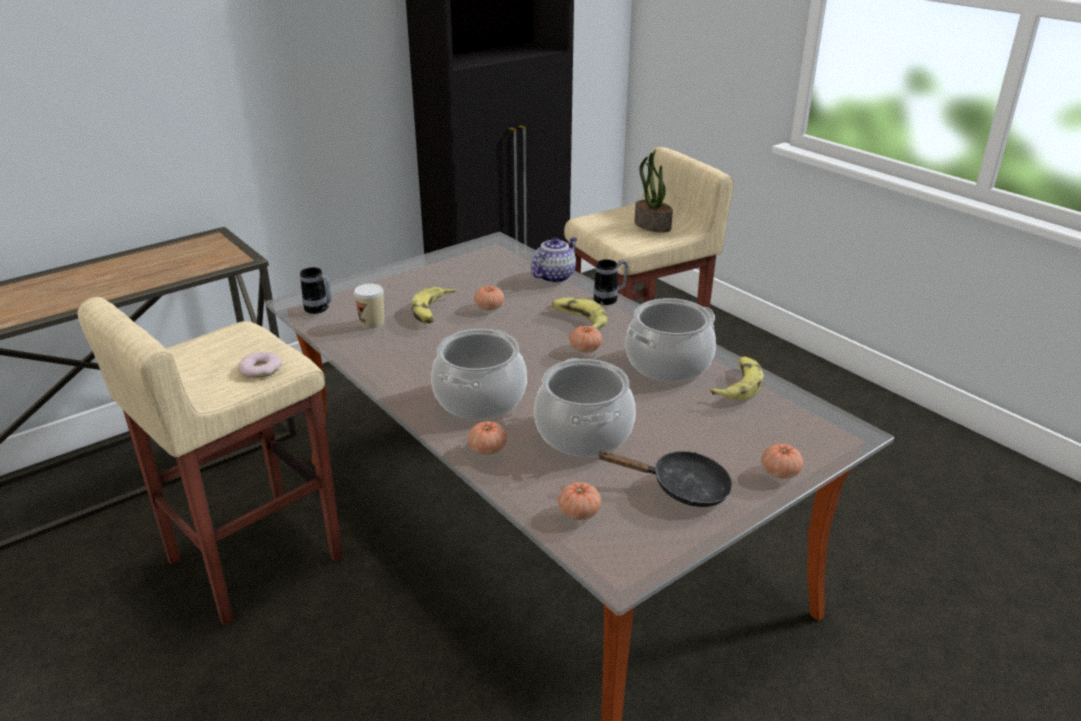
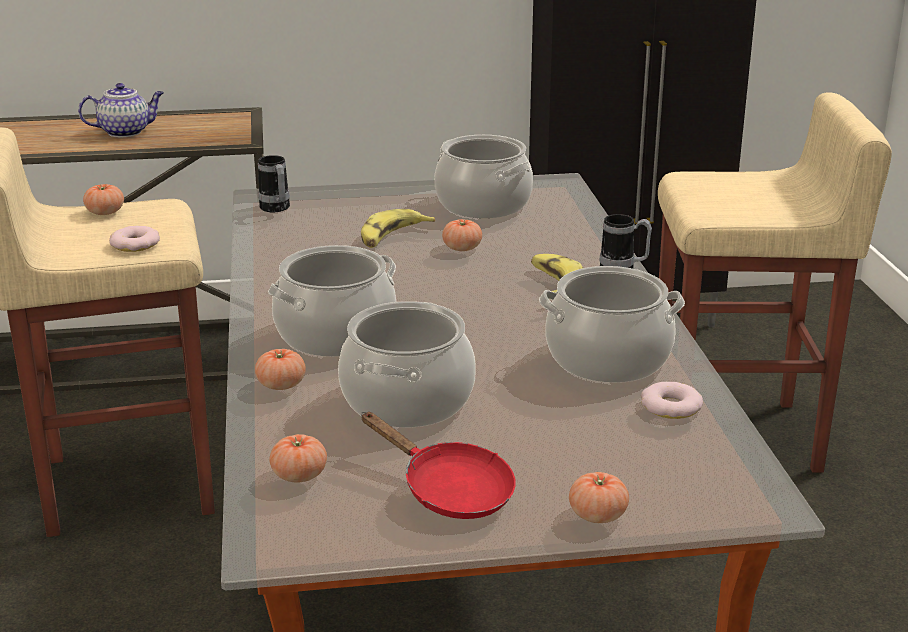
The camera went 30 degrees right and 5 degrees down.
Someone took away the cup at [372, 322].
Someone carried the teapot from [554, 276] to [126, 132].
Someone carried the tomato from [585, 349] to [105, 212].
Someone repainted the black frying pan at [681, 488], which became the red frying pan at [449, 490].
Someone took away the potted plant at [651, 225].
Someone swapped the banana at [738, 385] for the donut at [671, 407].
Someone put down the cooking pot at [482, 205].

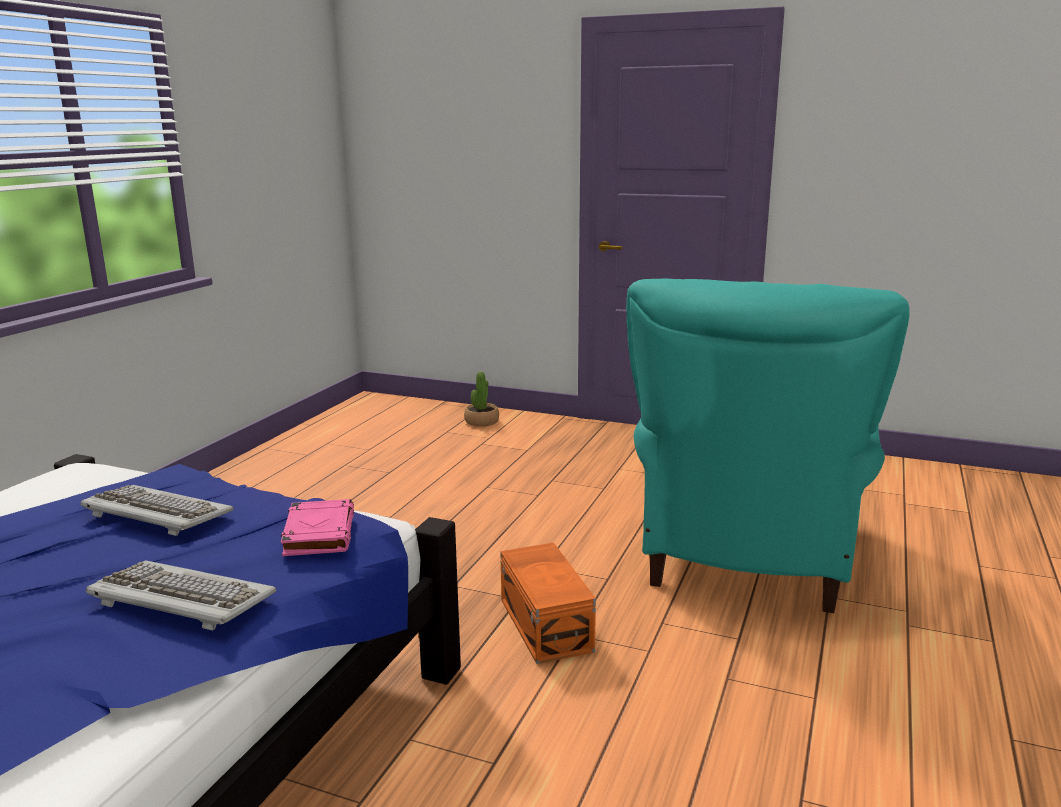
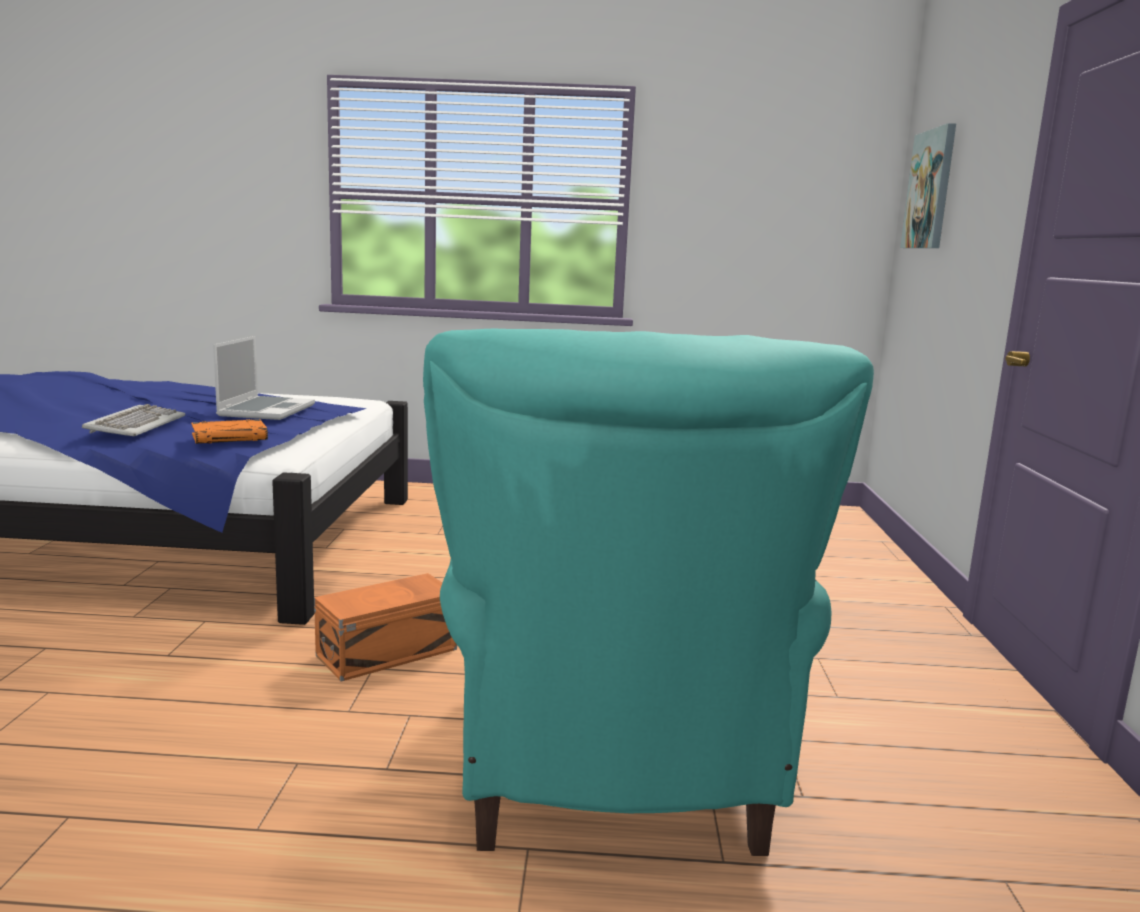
The camera went 70 degrees right and 5 degrees down.
Someone swapped the keyboard at [156, 513] for the laptop at [266, 410].
Someone repainted the pink book at [319, 533], which became the orange book at [230, 437].
Someone took away the potted plant at [481, 421].
Someone rotated the turquoise armchair at [746, 557] by 90 degrees counterclockwise.
Someone put up the picture at [930, 190].

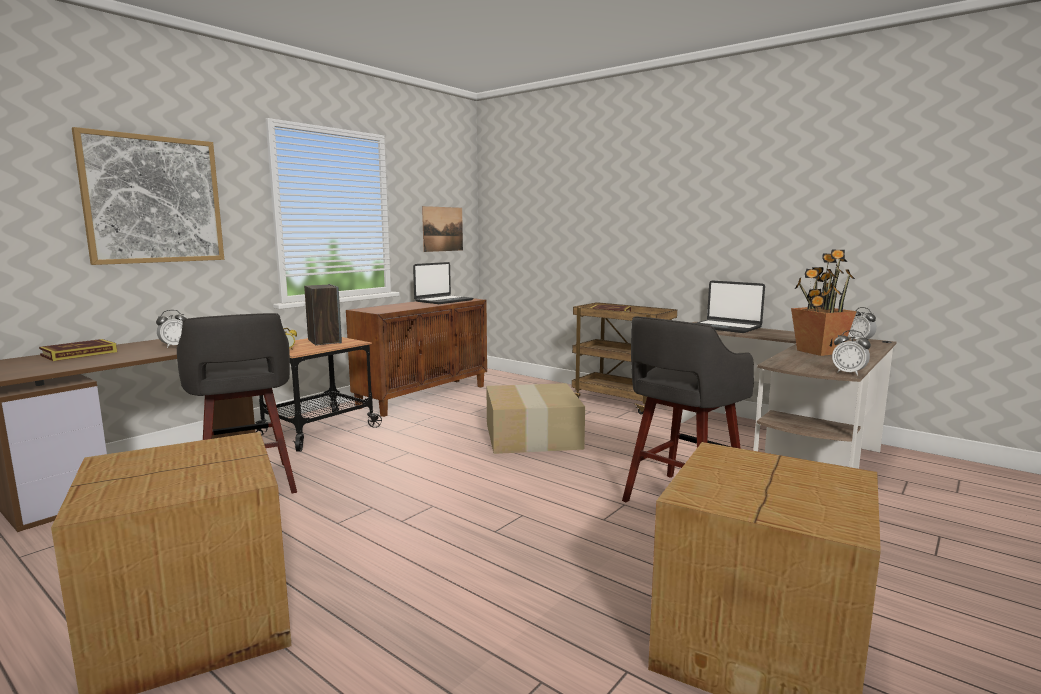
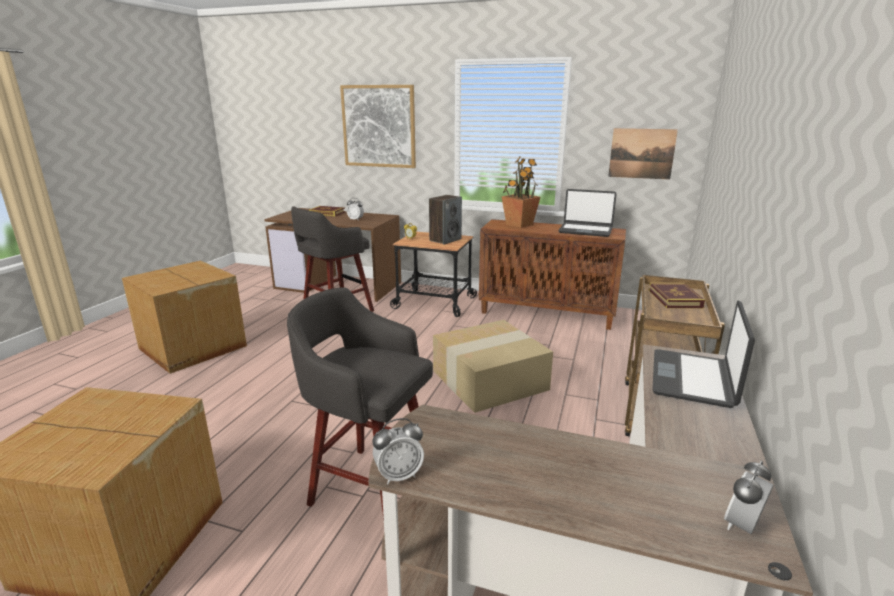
The camera went 70 degrees right and 10 degrees up.
Someone carried the potted plant from [818, 351] to [519, 224].
Someone rotated the alarm clock at [848, 373] by 135 degrees counterclockwise.

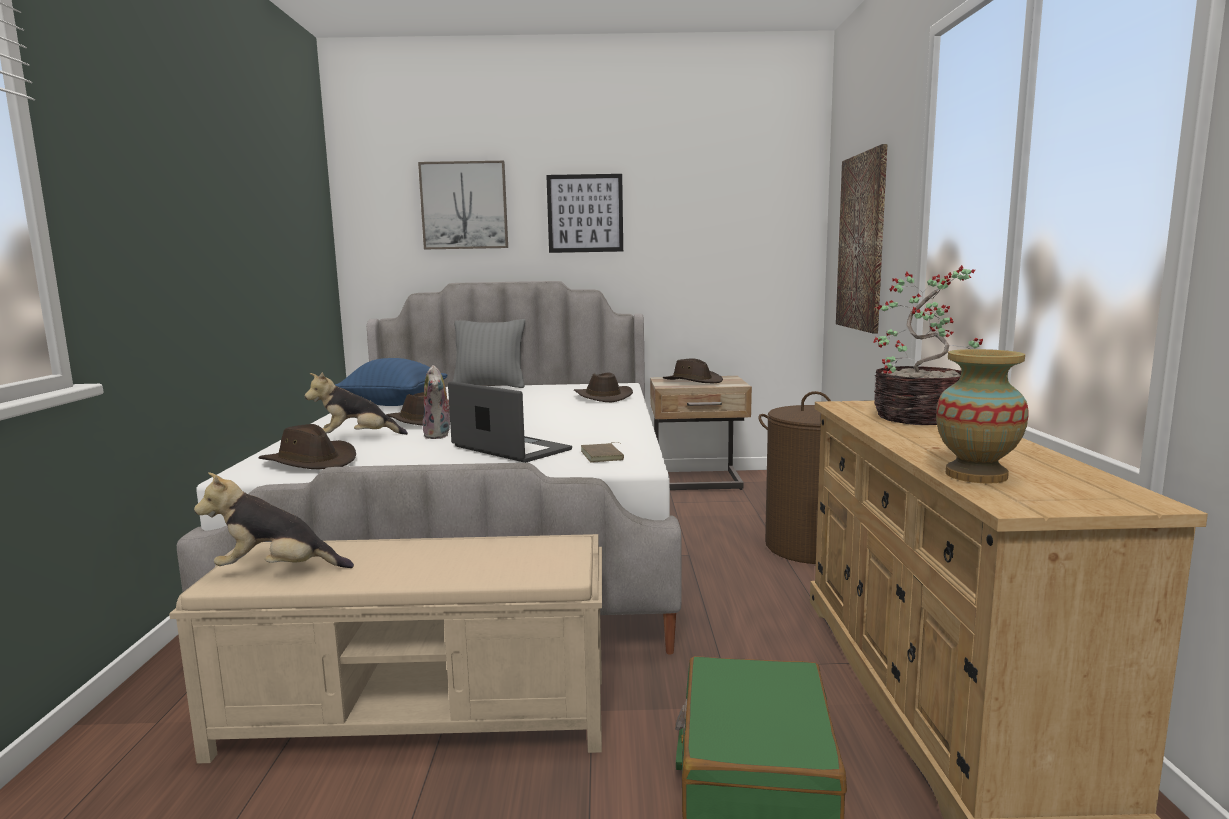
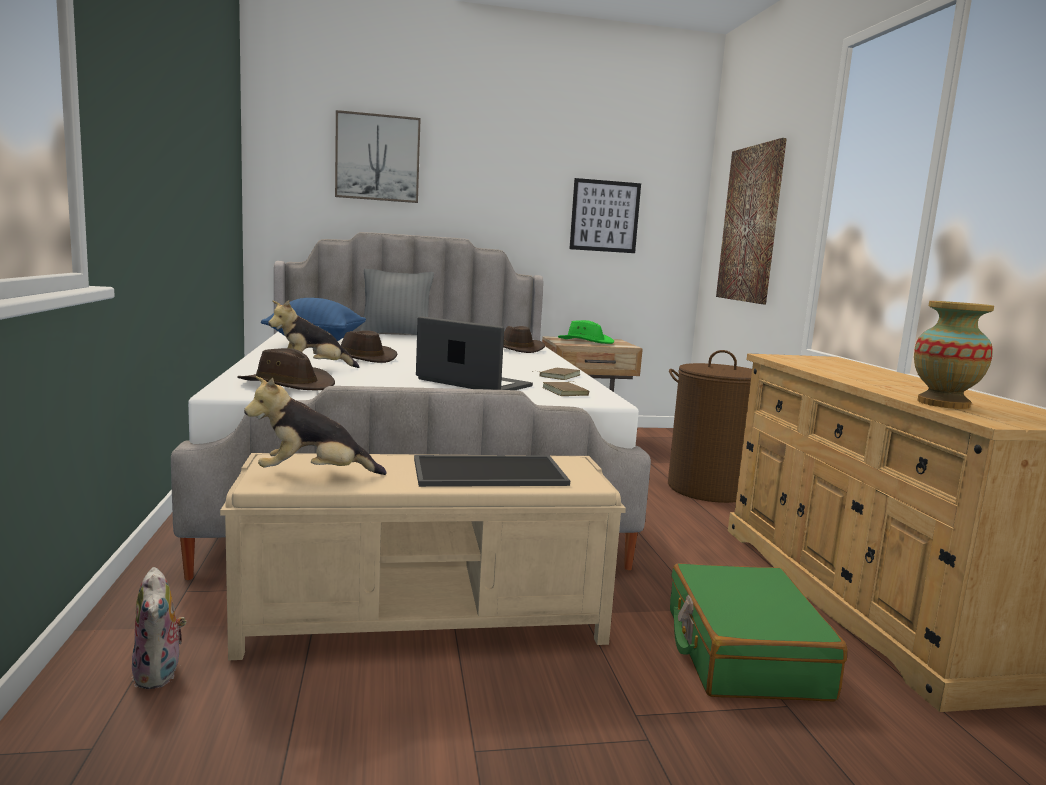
The camera went 10 degrees left and 0 degrees up.
Someone carried the plush toy from [439, 435] to [160, 674].
Someone carried the picture from [585, 213] to [605, 216].
Someone repainted the brown hat at [692, 381], which became the green hat at [585, 341].
Someone took away the potted plant at [921, 417].
Someone put down the tray at [490, 471].
Someone put down the brown book at [558, 376].

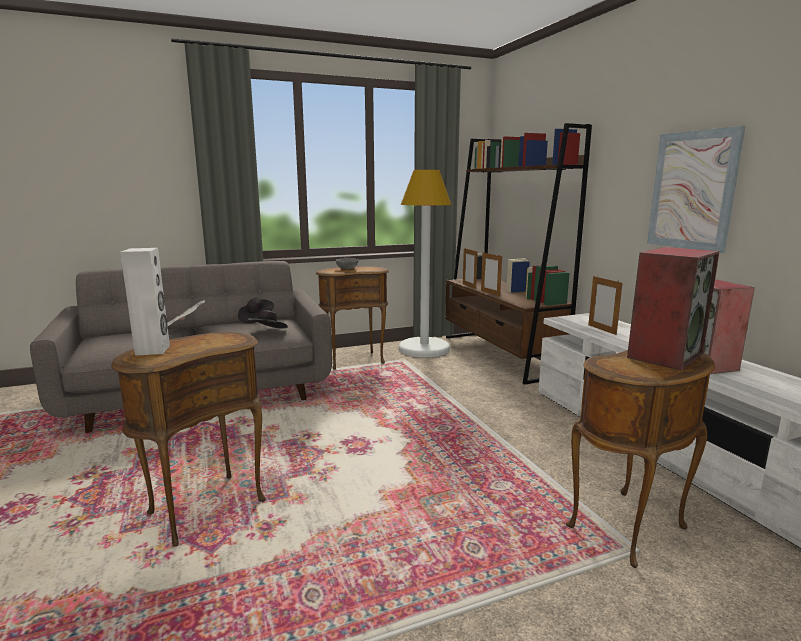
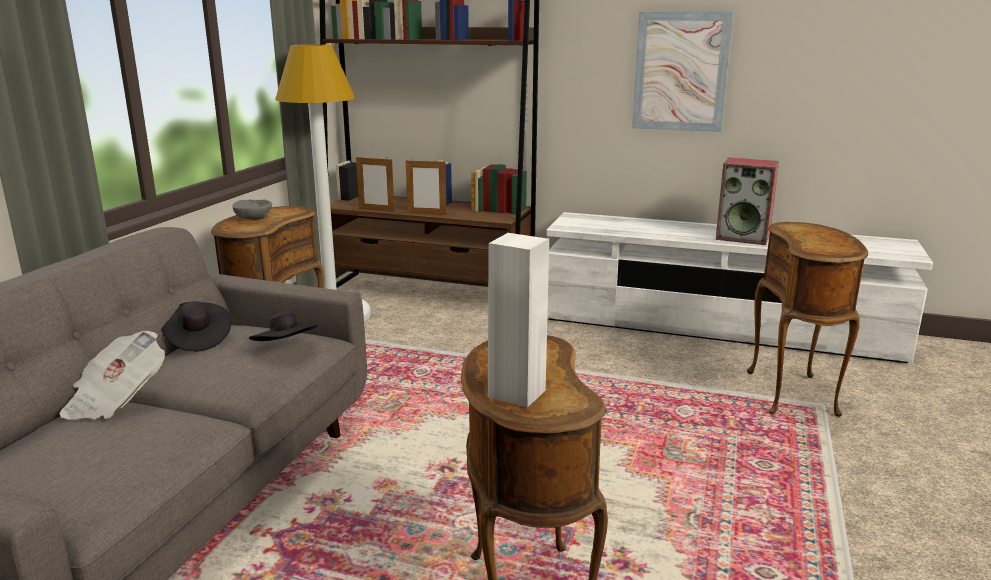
The camera went 50 degrees left and 5 degrees up.
Someone took away the picture frame at [602, 329].
Someone took away the speaker at [664, 355].

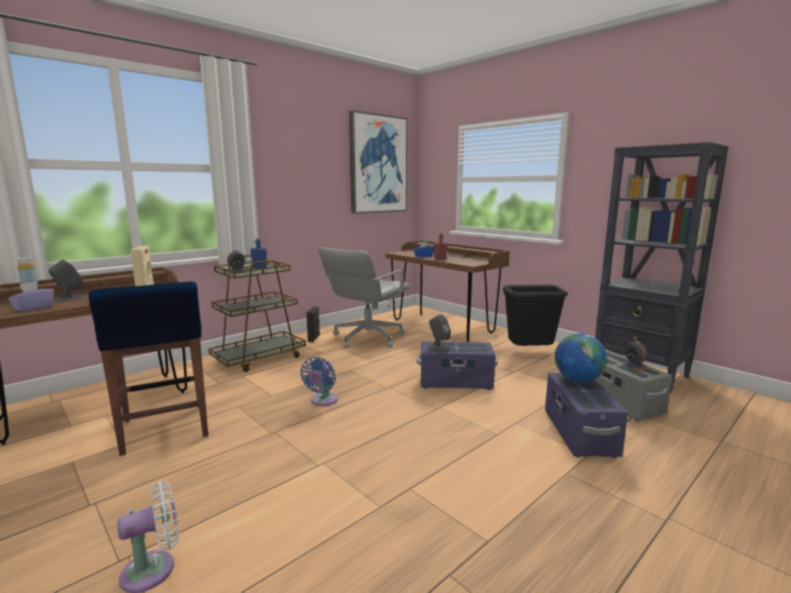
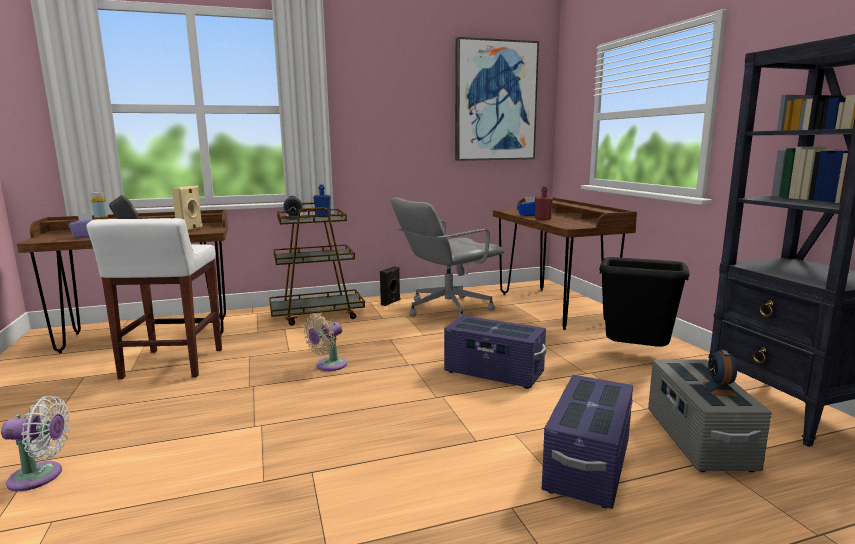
The camera went 25 degrees right and 0 degrees up.
Someone repainted the blue stool at [165, 429], which became the white stool at [172, 364].
Someone repainted the blue fan at [322, 401], which became the beige fan at [328, 366].
Someone took away the grey speaker at [439, 346].
Someone took away the globe at [577, 380].

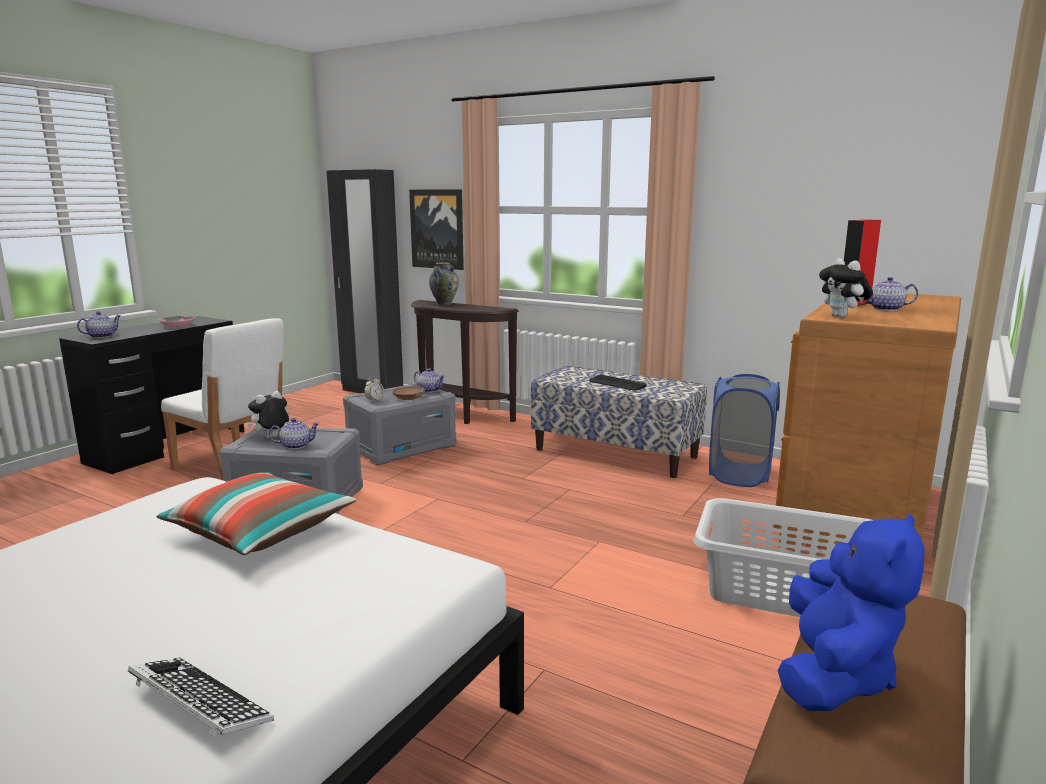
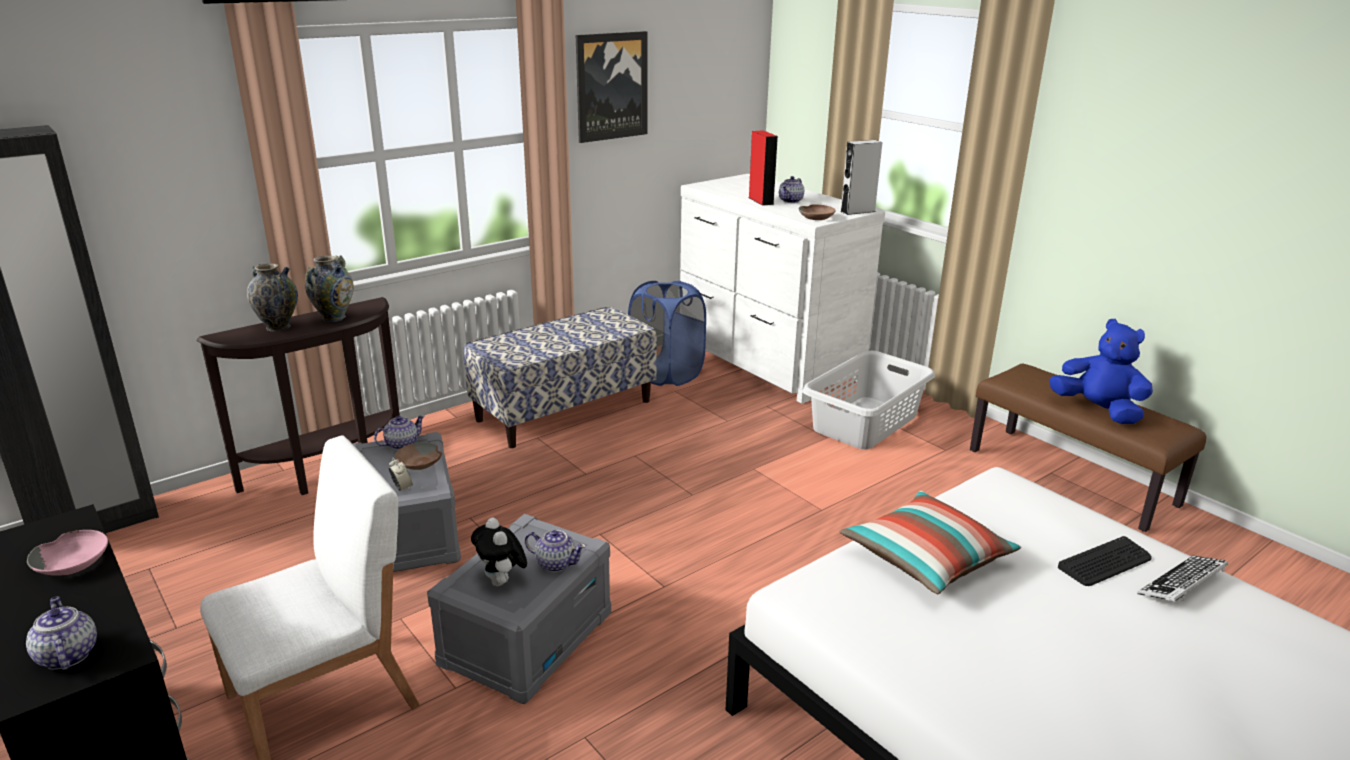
The camera went 70 degrees left and 10 degrees up.
Someone rotated the teapot at [295, 445] by 105 degrees clockwise.
Someone carried the picture from [437, 229] to [611, 86].
Someone carried the keyboard from [616, 384] to [1105, 563].
Someone repainted the brown dresser at [855, 514], which became the white dresser at [766, 361].
Someone swapped the plush toy at [842, 317] for the brown bowl at [817, 217].
Someone put down the vase at [334, 317].
Someone put down the grey speaker at [857, 211].

